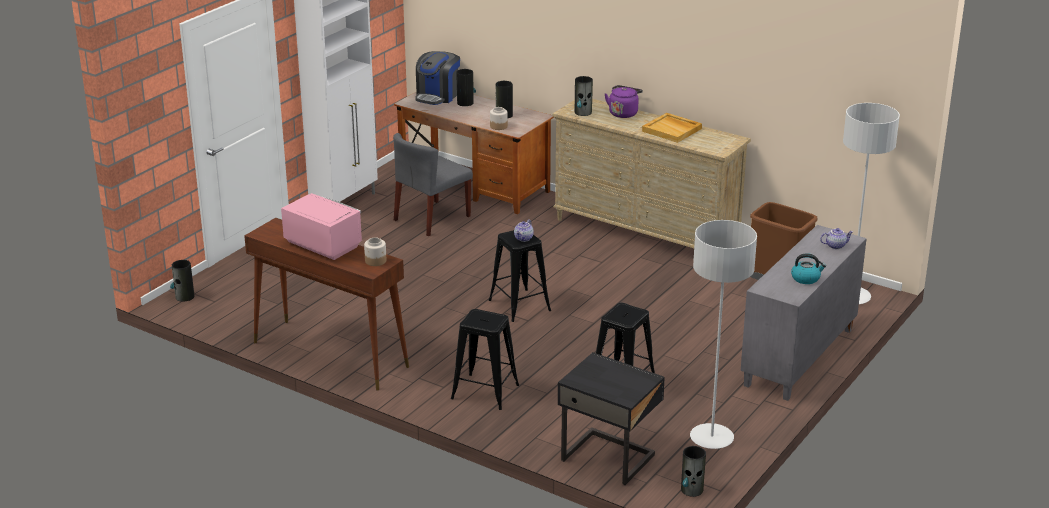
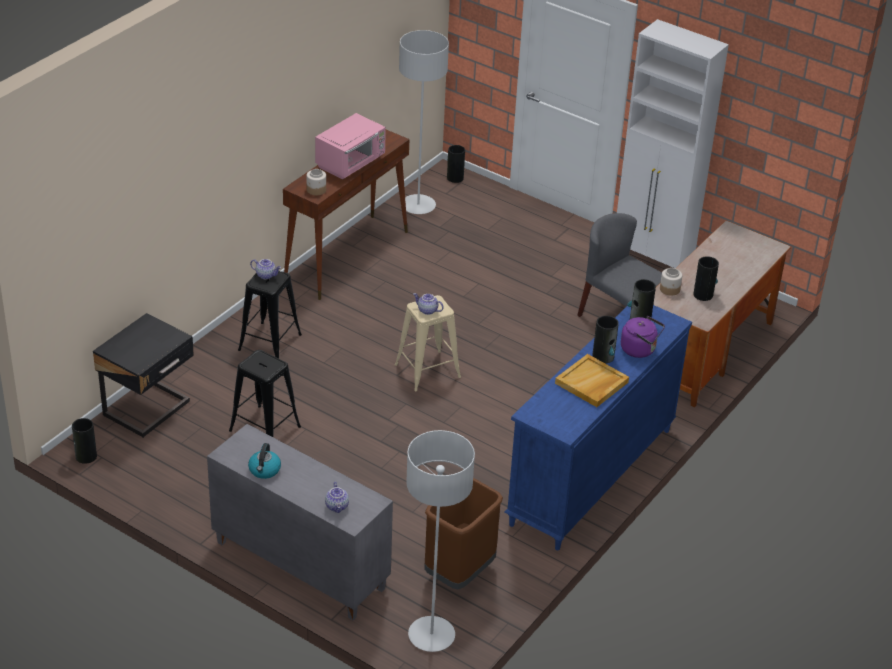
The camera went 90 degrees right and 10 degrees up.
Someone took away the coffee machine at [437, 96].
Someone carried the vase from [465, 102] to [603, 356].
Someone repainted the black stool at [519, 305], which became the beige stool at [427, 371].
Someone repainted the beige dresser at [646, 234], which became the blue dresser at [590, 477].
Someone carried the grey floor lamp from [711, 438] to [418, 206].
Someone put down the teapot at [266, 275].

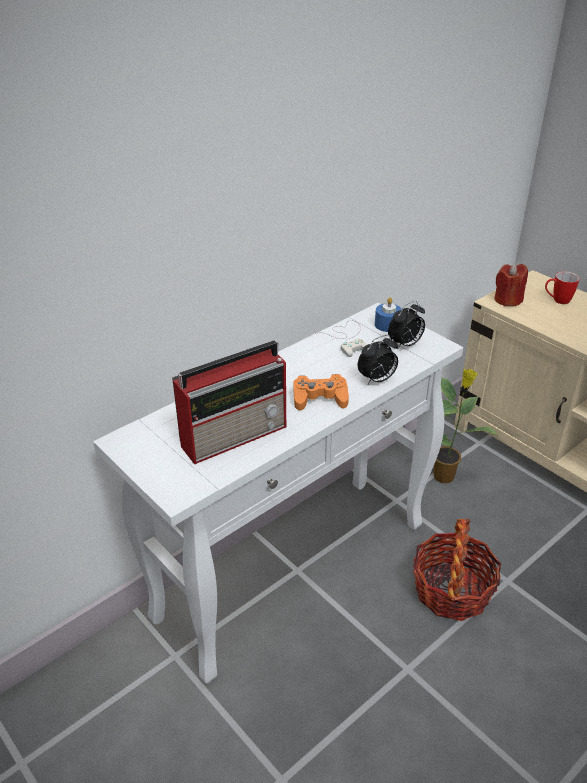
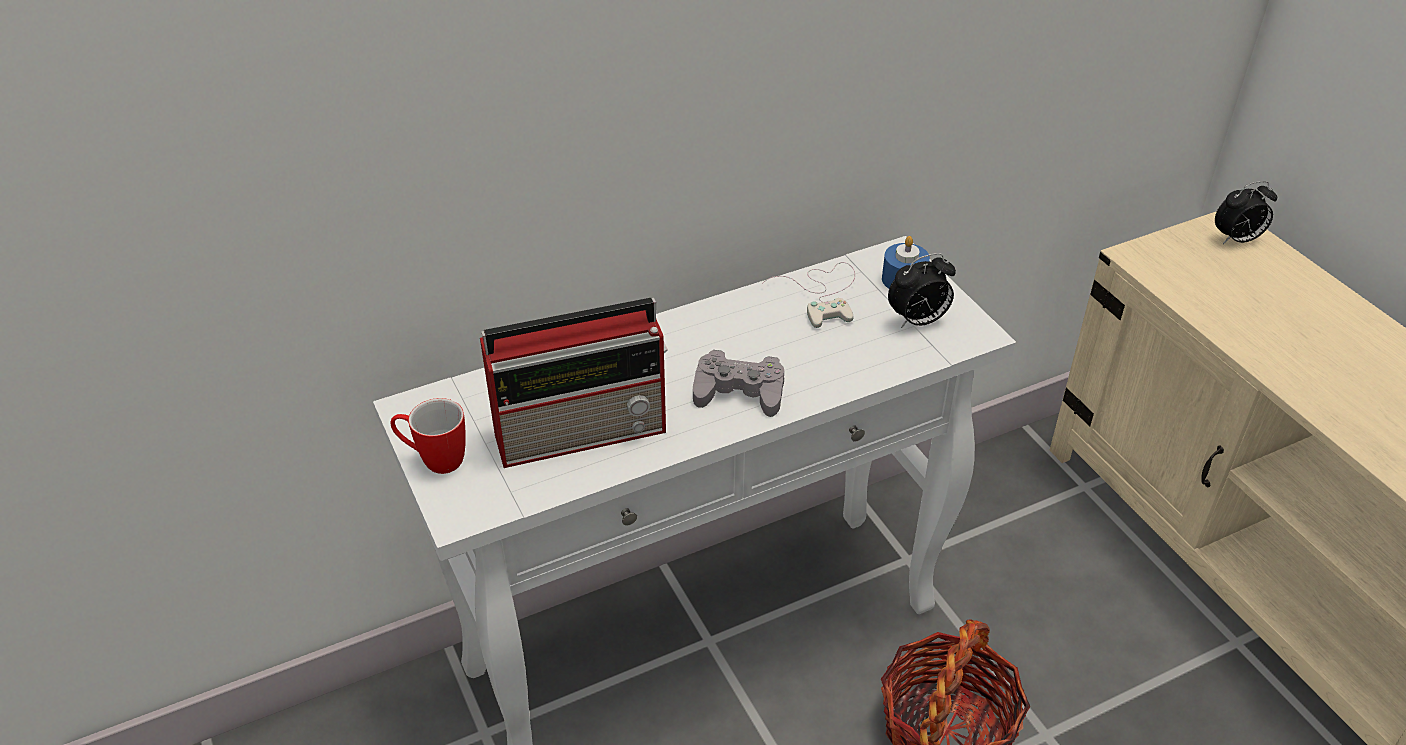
The camera went 15 degrees right and 5 degrees up.
Someone repainted the orange game controller at [320, 398], which became the grey game controller at [739, 392].
Someone carried the alarm clock from [377, 380] to [1236, 240].
Someone took away the potted plant at [445, 476].
Someone took away the red candle at [508, 300].
Someone carried the mug from [557, 300] to [434, 460].

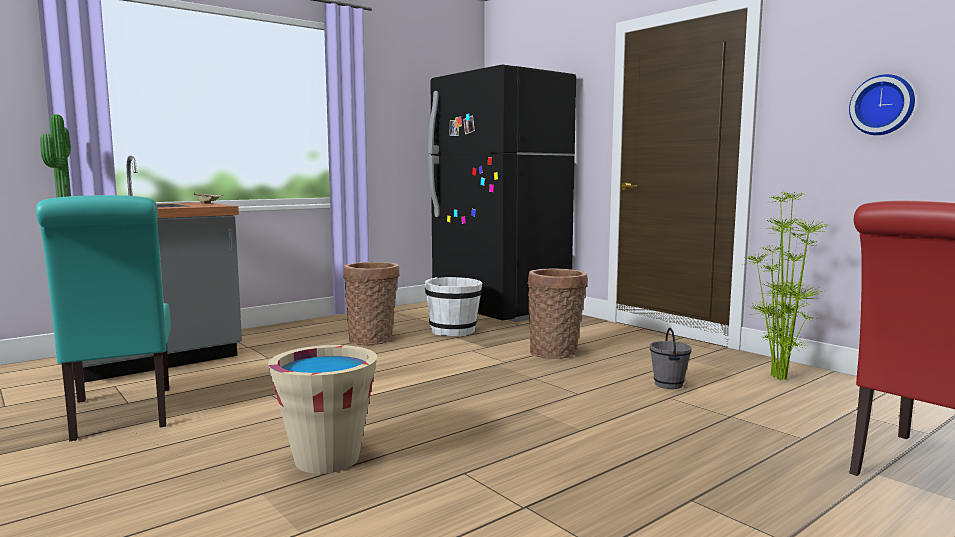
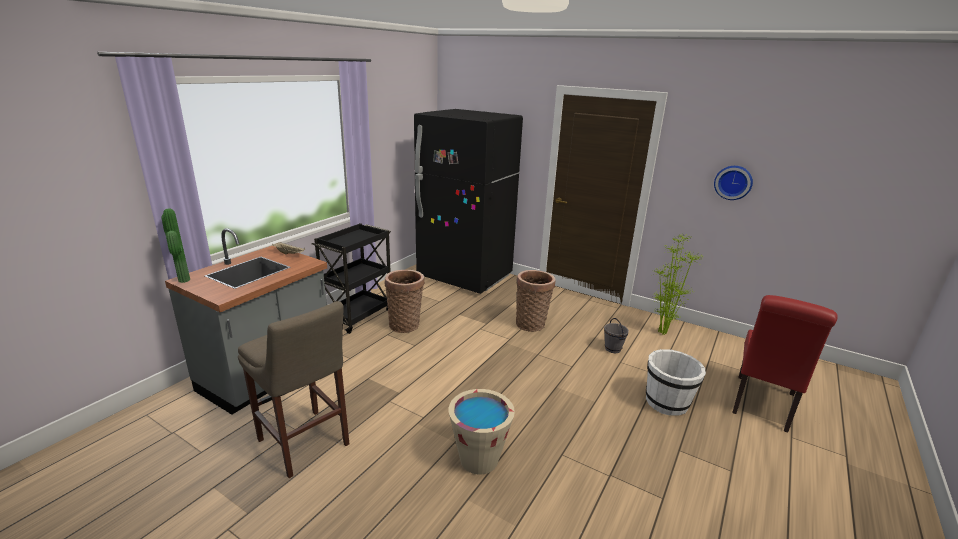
The camera went 20 degrees left and 15 degrees up.
Someone swapped the turquoise chair at [121, 415] for the beige stool at [305, 445].
Someone carried the white bucket from [453, 331] to [667, 402].
Someone put down the black cart at [358, 315].

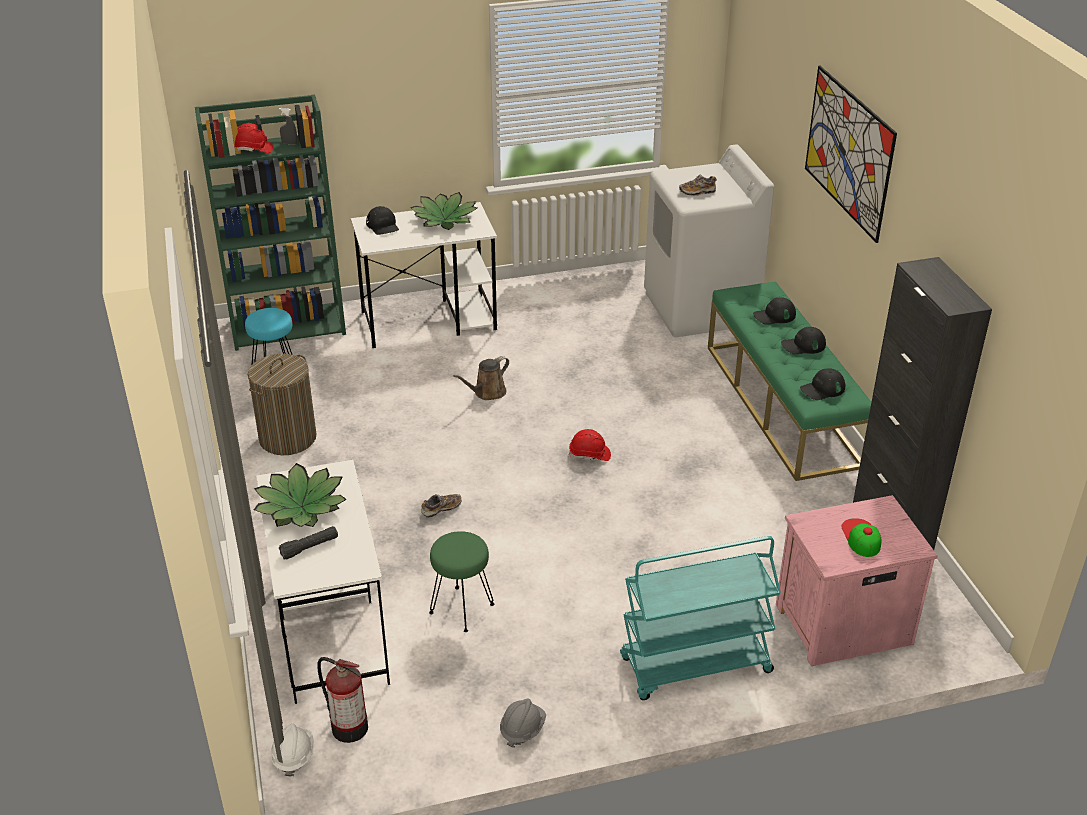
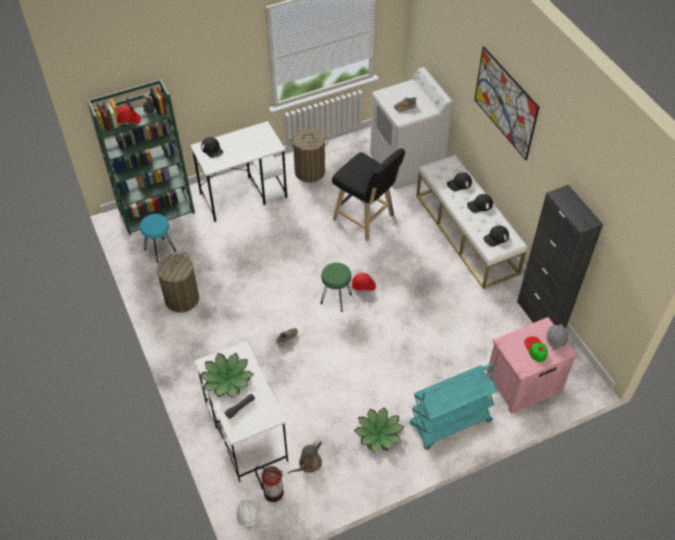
The camera went 10 degrees left and 15 degrees up.
Someone carried the potted plant from [444, 219] to [379, 433].
Someone carried the green stool from [462, 609] to [336, 299].
Someone carried the brown watering can from [487, 393] to [308, 464].
Someone carried the grey hard hat from [522, 729] to [556, 339].
Someone repainted the green bench at [782, 405], which became the white bench at [466, 233].
Someone put down the laundry basket at [310, 172].
Someone put down the black stool at [366, 219].

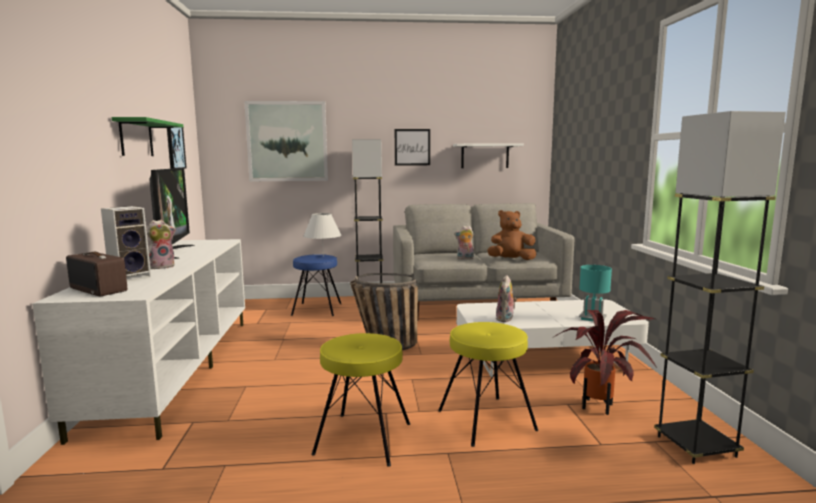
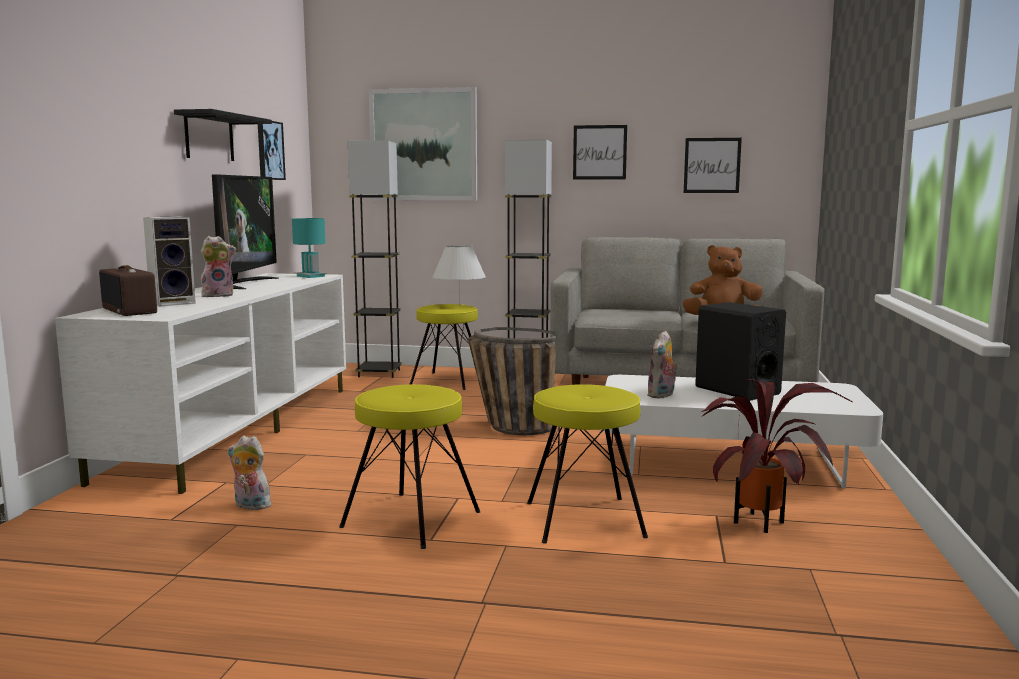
The camera went 15 degrees right and 0 degrees up.
Someone repainted the green shelf at [136, 138], which became the black shelf at [209, 137].
Someone repainted the blue stool at [317, 309], which became the yellow stool at [448, 381].
Someone swapped the white shelf at [485, 156] for the picture at [712, 165].
Someone carried the plush toy from [465, 258] to [250, 506].
Someone carried the turquoise table lamp from [592, 318] to [311, 276].
Someone carried the grey floor lamp from [696, 446] to [379, 373].
Someone put down the black speaker at [736, 390].

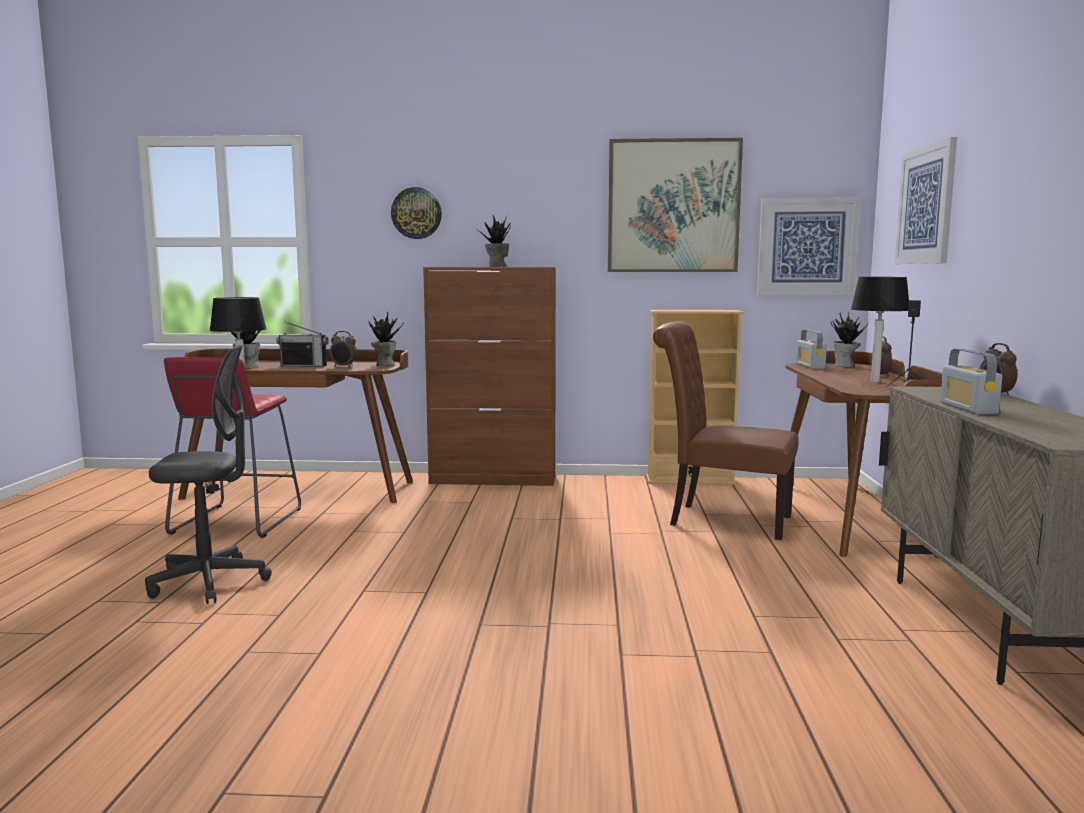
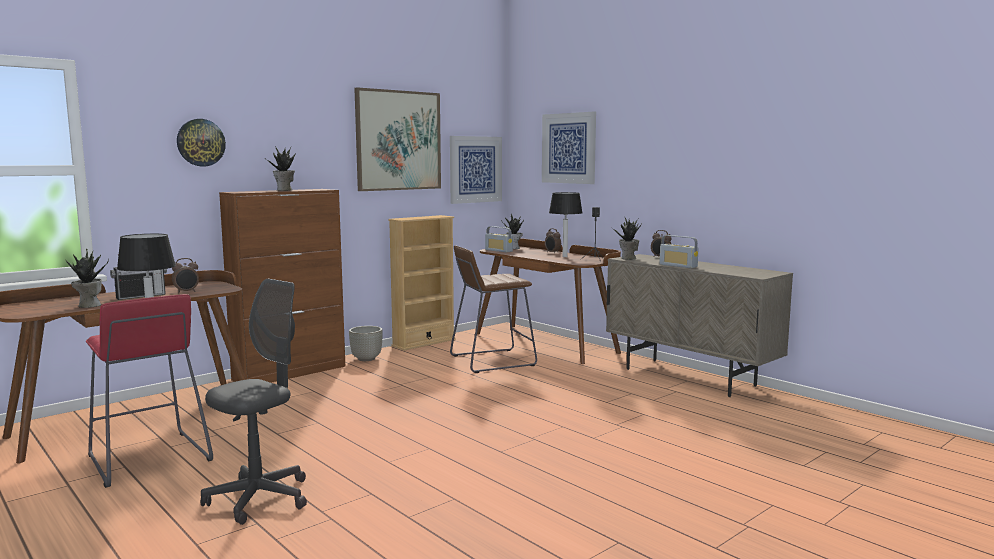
The camera went 45 degrees left and 0 degrees up.
Someone carried the potted plant from [384, 365] to [628, 258].
Someone swapped the brown chair at [722, 520] for the brown stool at [492, 361].
Someone put down the grey planter at [366, 359].

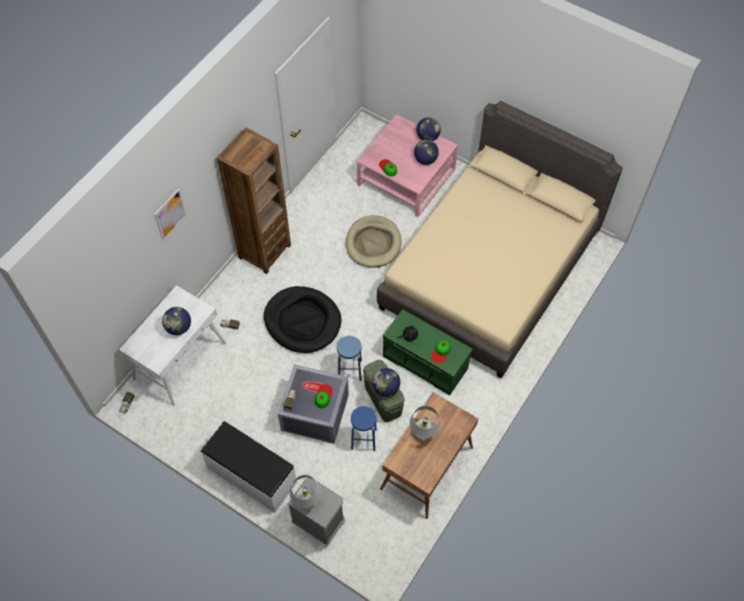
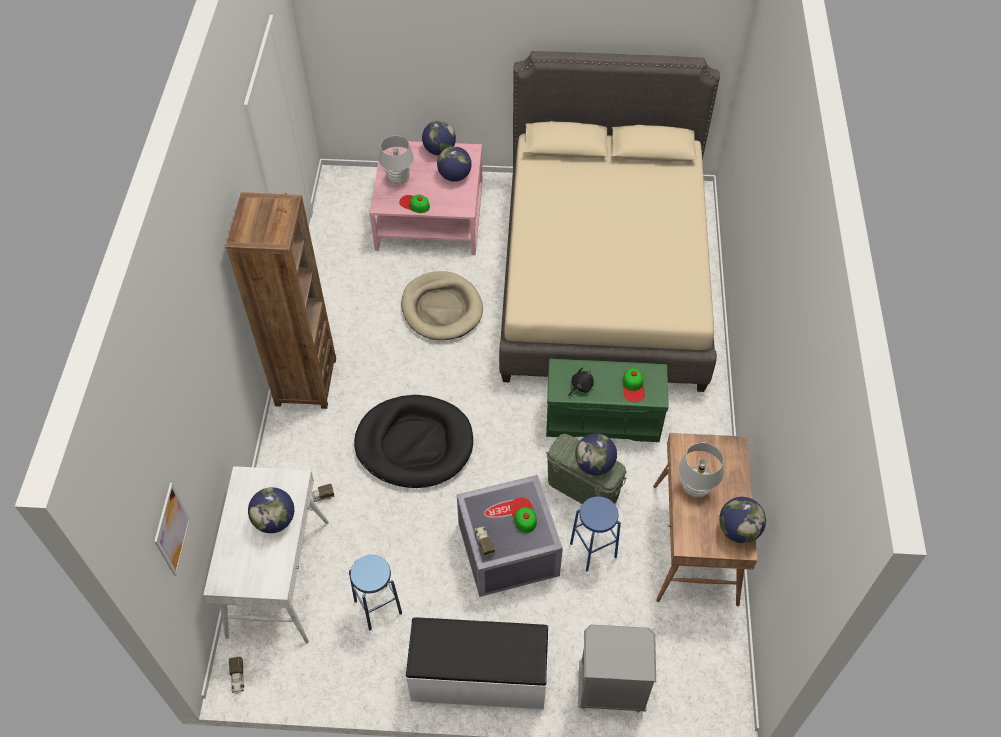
The camera went 30 degrees left and 5 degrees down.
Someone carried the picture from [170, 214] to [172, 529].
Someone carried the white table lamp from [306, 501] to [398, 179].
Someone carried the blue stool from [350, 370] to [378, 607].
Someone put down the globe at [738, 530].

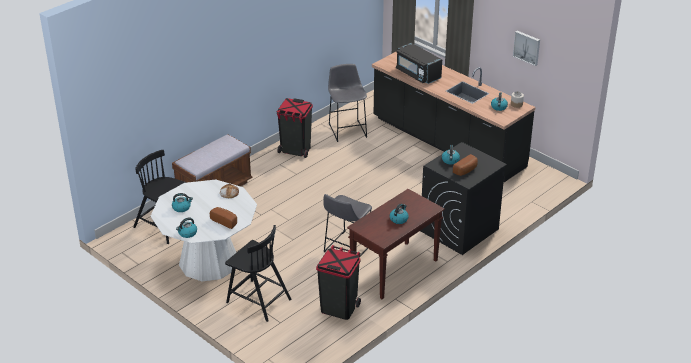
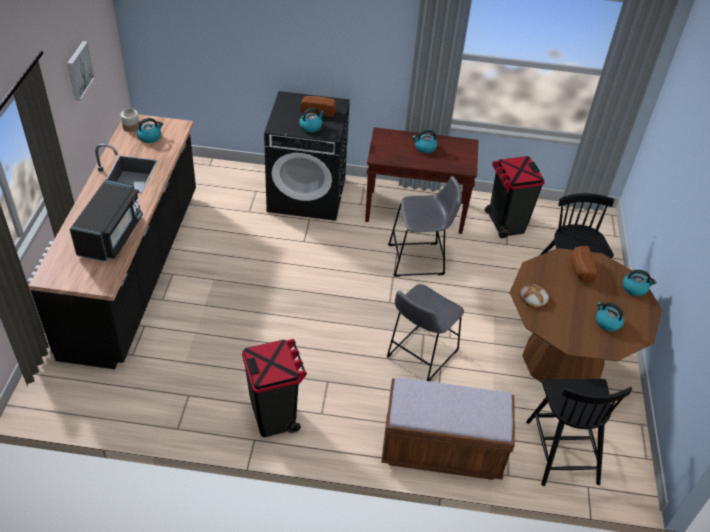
The camera went 130 degrees left and 10 degrees up.
Someone repainted the white dining table at [208, 262], which became the brown dining table at [563, 360].
Someone carried the grey stool from [347, 129] to [419, 355].

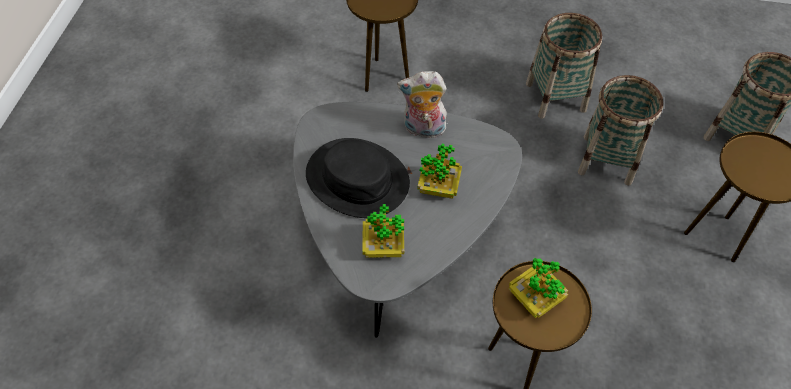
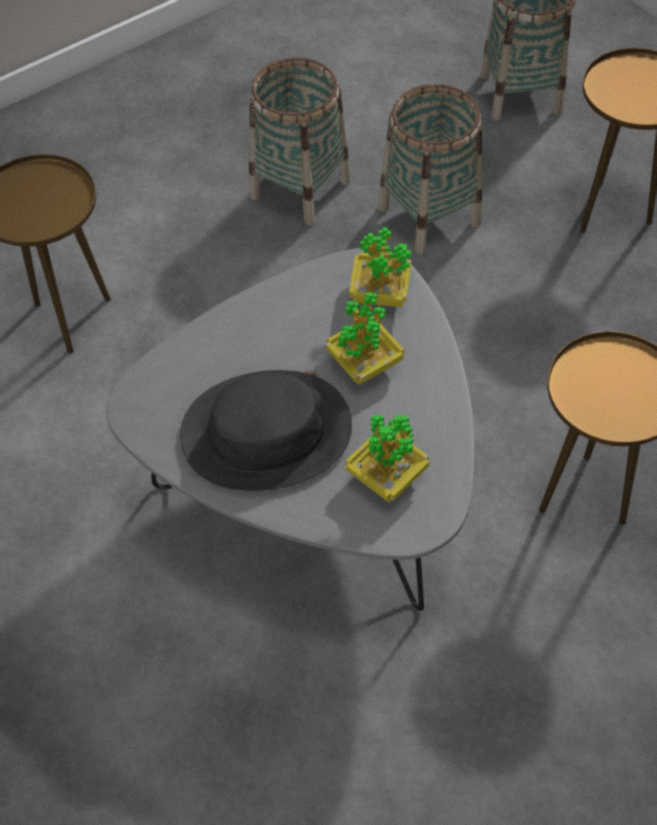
The camera went 45 degrees left and 0 degrees up.
Someone took away the plush toy at [423, 130].
Someone carried the potted plant from [535, 298] to [380, 294].

